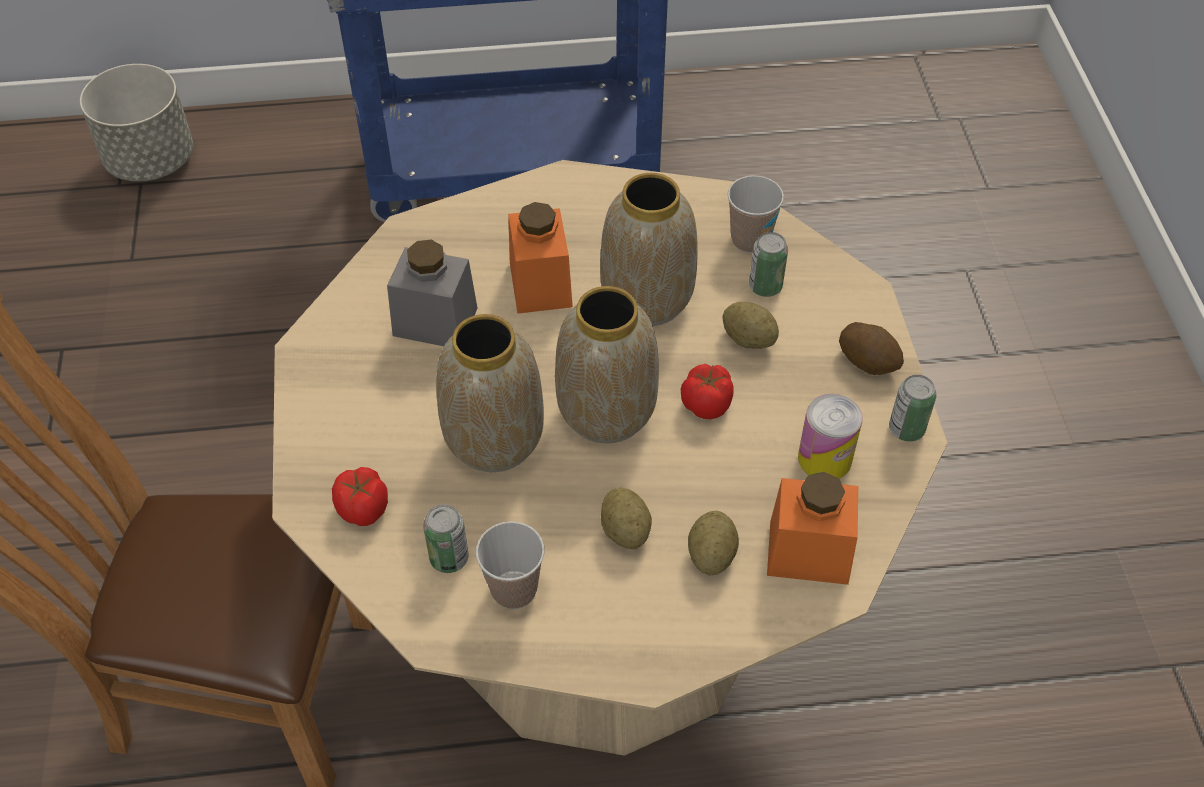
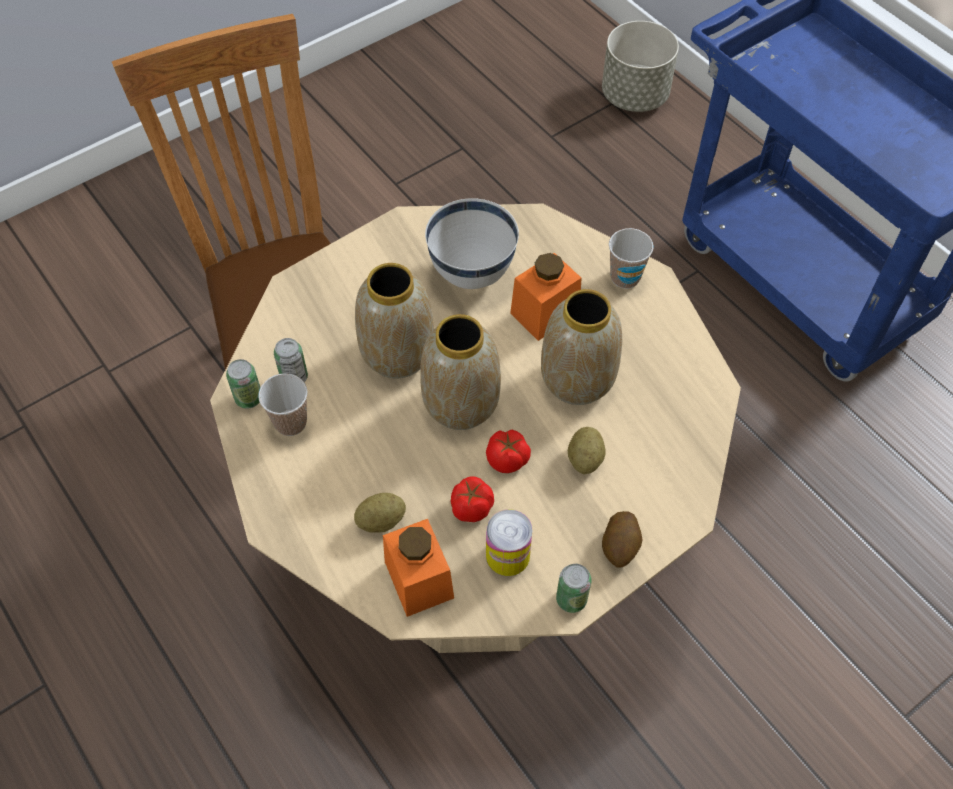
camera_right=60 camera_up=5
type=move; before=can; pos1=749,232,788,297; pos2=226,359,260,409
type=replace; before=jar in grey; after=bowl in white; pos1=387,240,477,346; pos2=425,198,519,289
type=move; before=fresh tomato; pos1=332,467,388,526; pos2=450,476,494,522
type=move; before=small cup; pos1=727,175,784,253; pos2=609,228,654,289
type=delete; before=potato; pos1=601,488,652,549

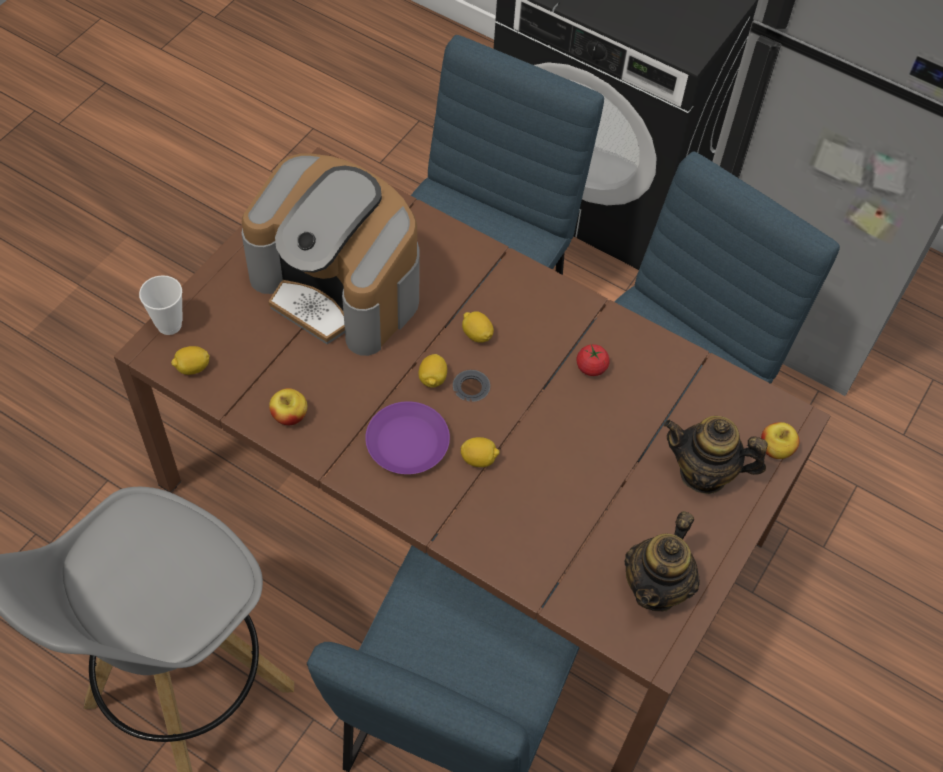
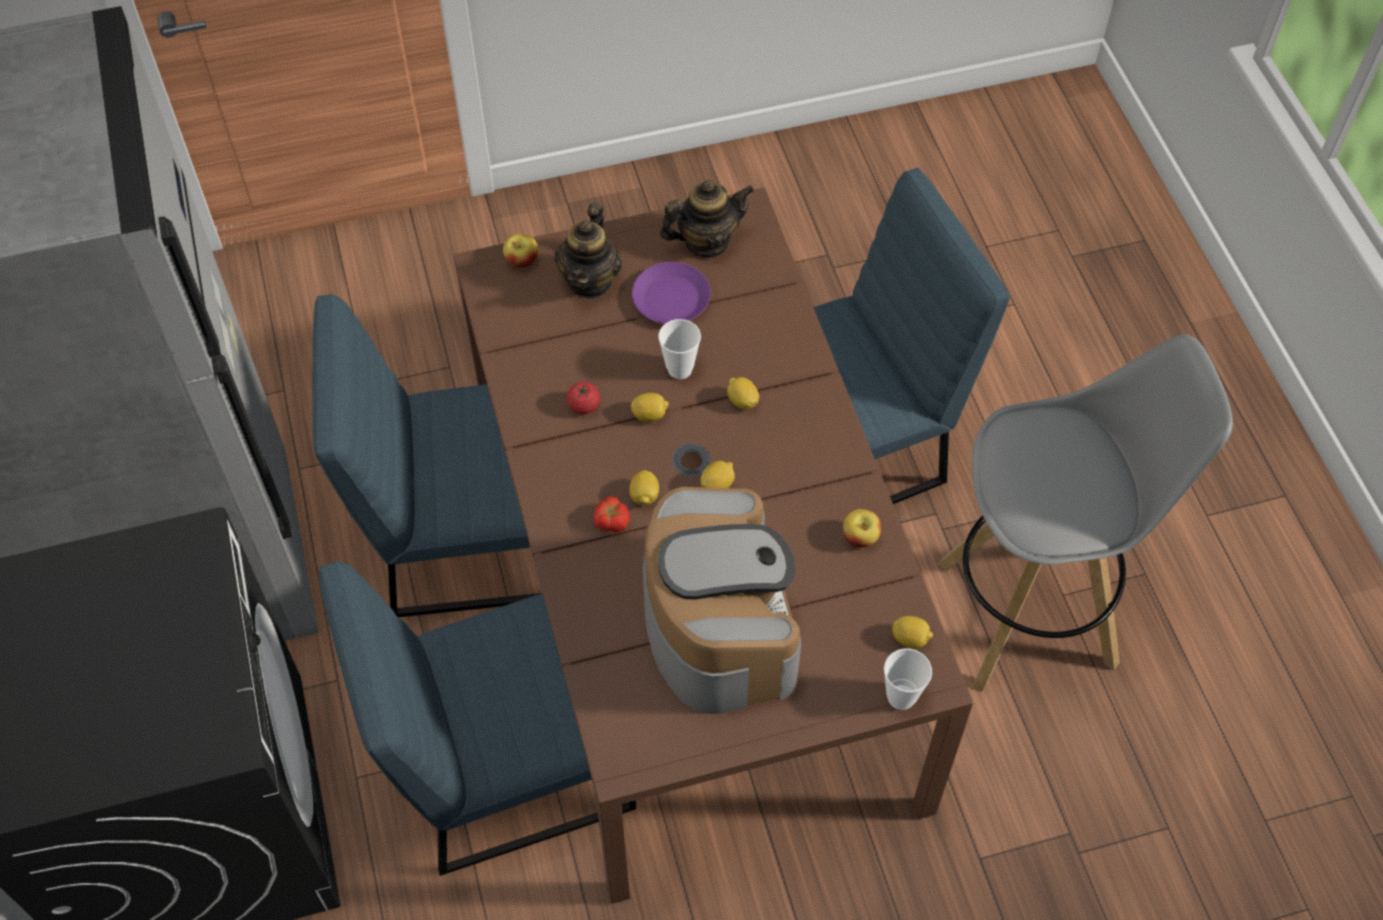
camera_right=-135 camera_up=0
type=rotate; before=pot for tea; pos1=664,416,768,494; pos2=555,203,622,299; turn=45
type=insert; after=fresh tomato; pos2=594,496,630,532
type=insert; after=whole lemon; pos2=630,393,669,422
type=move; before=flat dish in purplish; pos1=365,401,450,474; pos2=632,262,711,324
type=insert; after=small cup; pos2=658,319,701,379

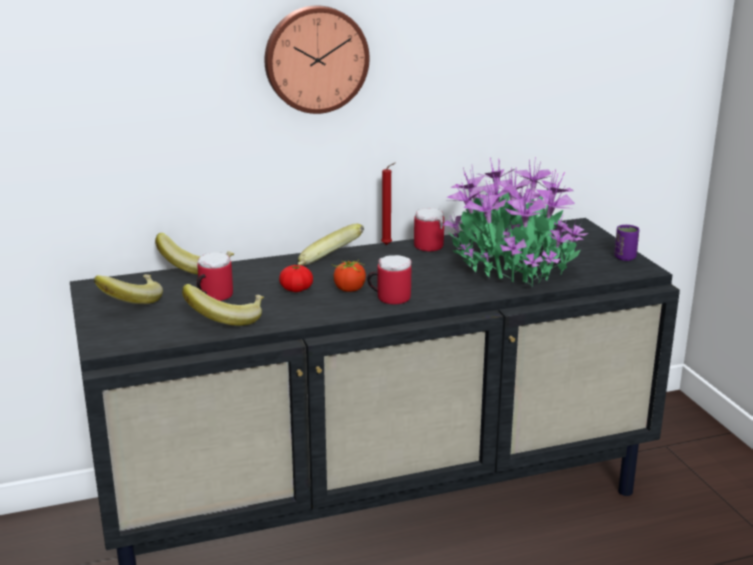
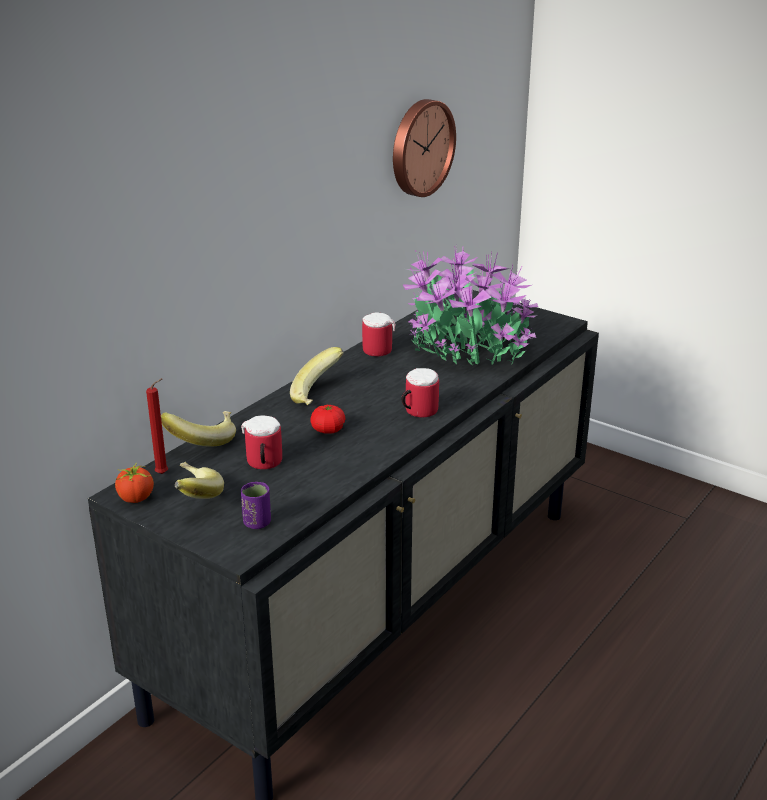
camera_right=-35 camera_up=5
type=move; before=fresh tomato; pos1=332,260,366,292; pos2=115,462,154,503
type=move; before=wax light in red-coloured; pos1=381,163,395,245; pos2=146,378,168,474
type=move; before=small cup in purplish; pos1=614,225,639,261; pos2=241,482,271,529
type=move; before=hanging clock; pos1=264,5,369,114; pos2=393,99,456,197
type=delete; before=banana; pos1=182,284,264,326

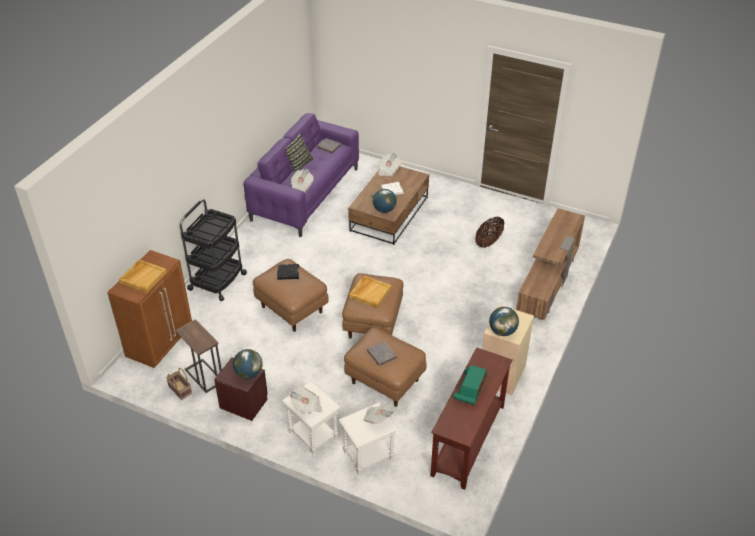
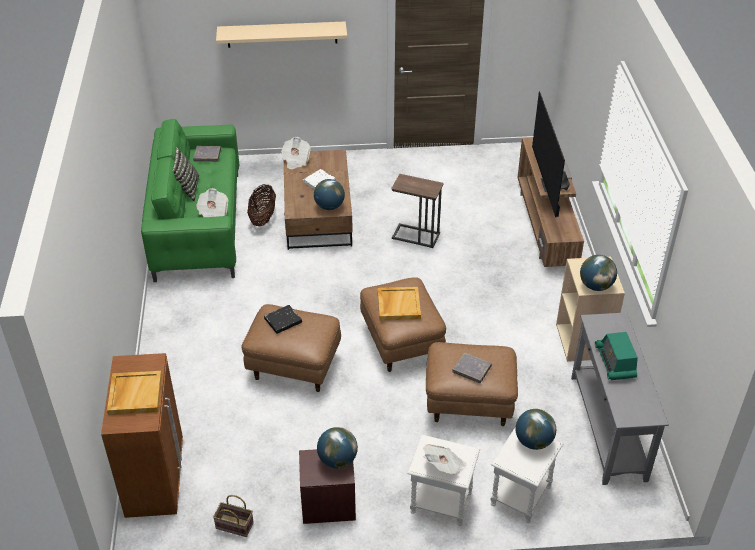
camera_right=-30 camera_up=0
type=recolor; before=sofa in purplish; after=sofa in green-coloured; pos1=244,113,359,237; pos2=141,119,239,282
type=insert; after=bracket shelf in sand-coloured; pos2=216,22,347,48
type=move; before=basket; pos1=475,217,504,248; pos2=247,184,276,226
type=move; before=side table in brownish; pos1=175,319,222,393; pos2=391,174,444,248
type=replace; before=printed paper; after=desk globe; pos1=363,403,395,424; pos2=516,409,556,450
type=insert; after=TV set; pos2=532,91,570,217
type=recolor; before=narrow table in brownish; after=narrow table in grey; pos1=430,347,513,490; pos2=571,312,669,485
type=delete; before=cart in black-coloured; pos1=180,199,247,301

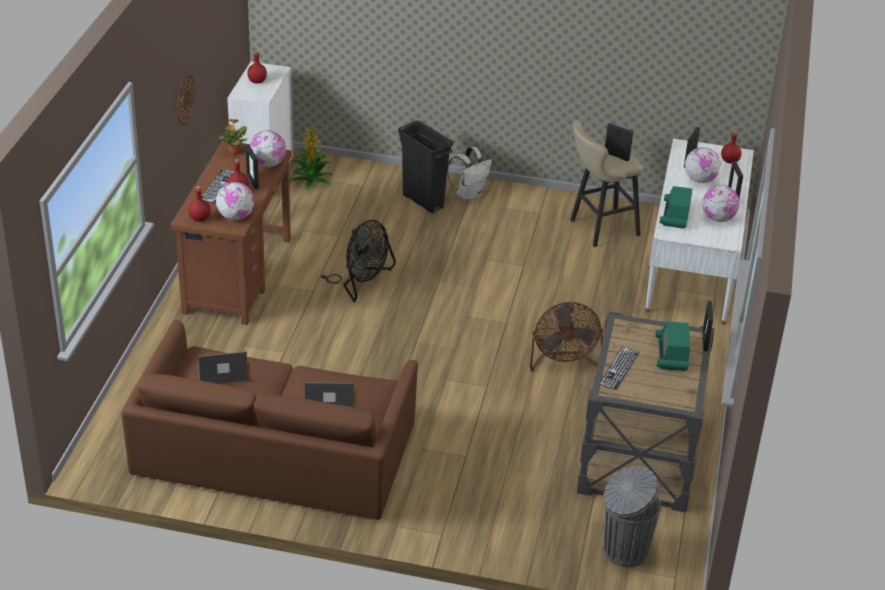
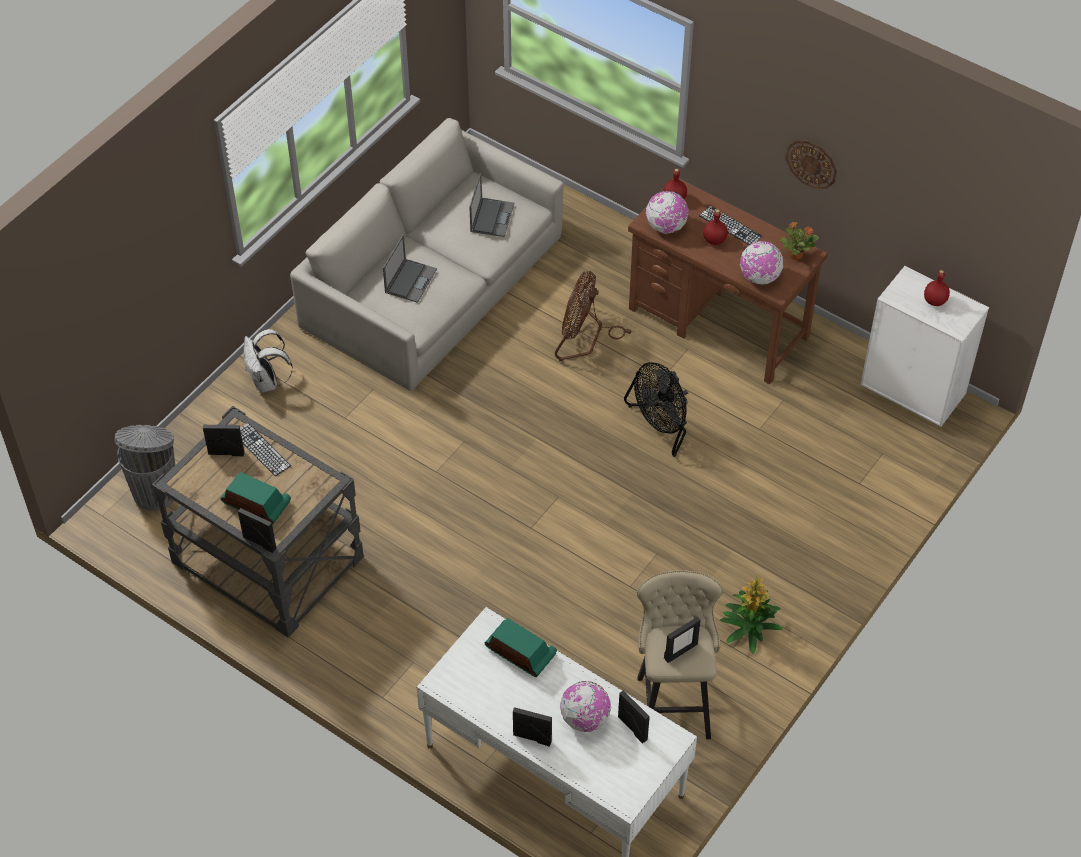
camera_right=115 camera_up=15
type=move; before=photo frame; pos1=245,145,259,189; pos2=203,425,244,456
type=move; before=rucksack in white; pos1=447,147,492,202; pos2=244,329,293,393
type=recolor; before=sofa in brownish; after=sofa in grey; pos1=121,320,418,520; pos2=290,118,564,391
type=move; before=electric fan in brownish; pos1=530,302,603,372; pos2=555,271,632,361
type=move; before=potted plant; pos1=290,124,333,191; pos2=720,575,782,654
type=delete; before=rubbish bin in black-coloured; pos1=398,121,453,213
type=delete; before=desk globe; pos1=702,185,740,222
type=delete; before=beverage bottle in red-coloured; pos1=721,131,742,163

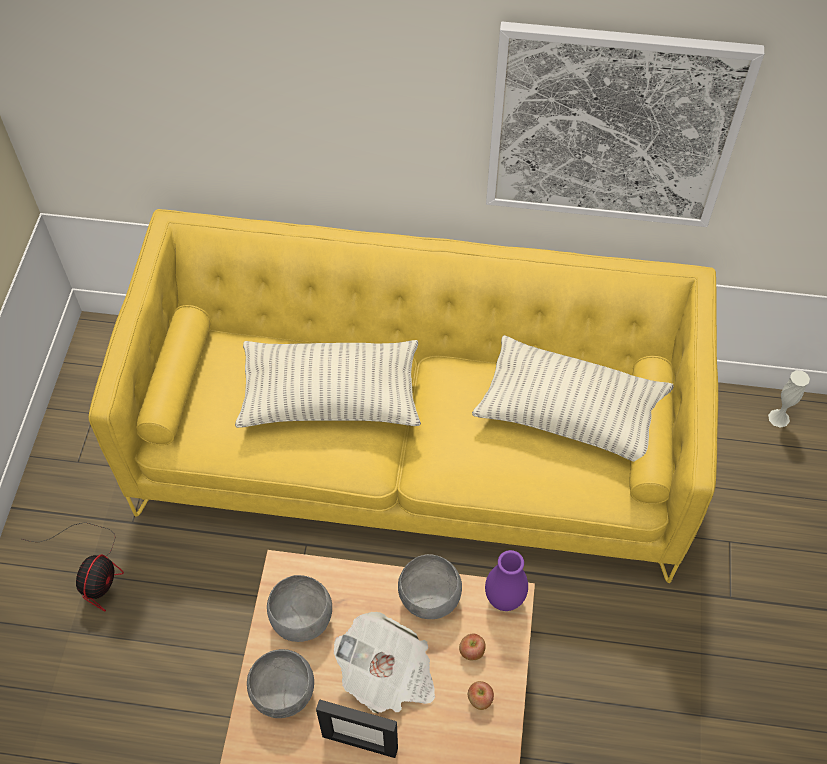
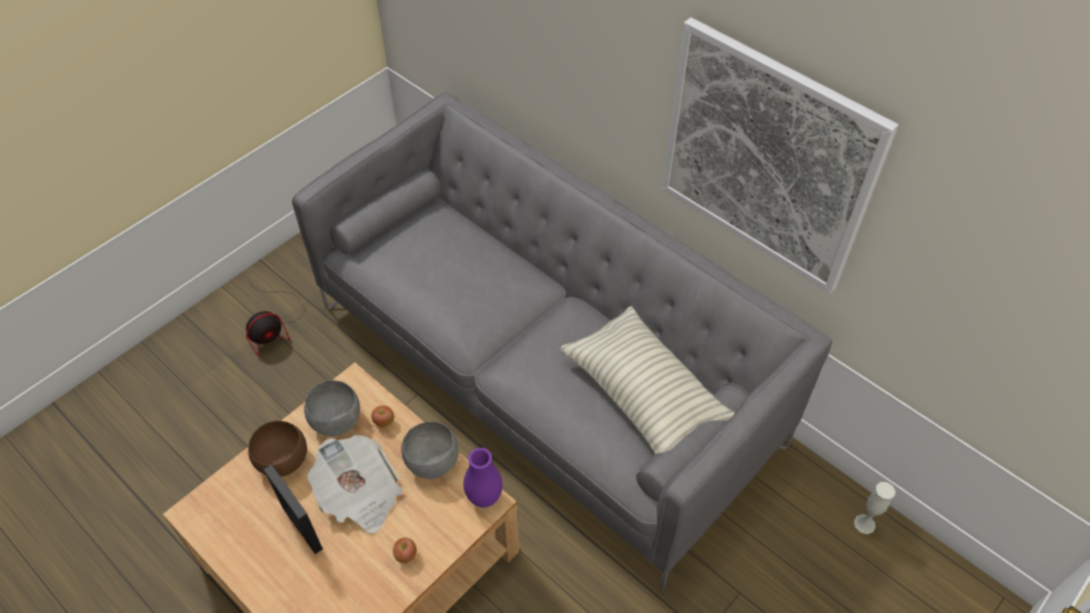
camera_right=35 camera_up=-5
type=recolor; before=bowl in grey; after=bowl in brownish; pos1=247,649,314,718; pos2=248,421,307,477
type=recolor; before=sofa in yellowish; after=sofa in grey; pos1=89,209,718,583; pos2=292,92,832,591
type=move; before=apple; pos1=459,634,486,660; pos2=371,406,394,428
type=delete; before=pillow; pos1=235,340,421,428

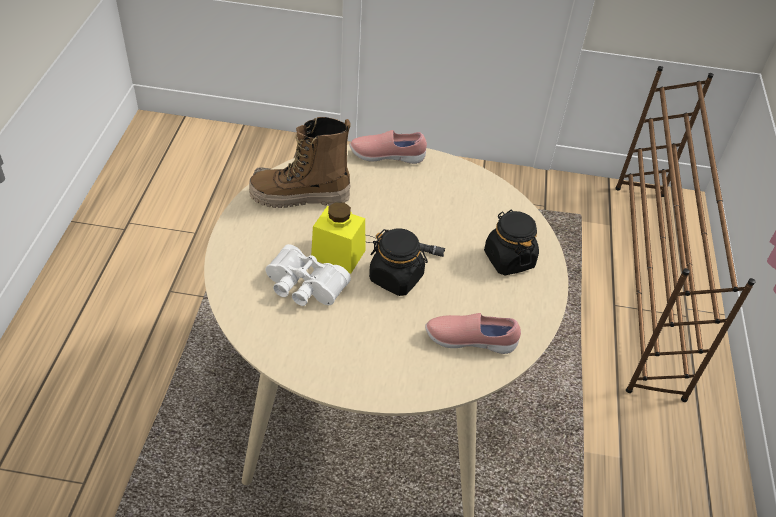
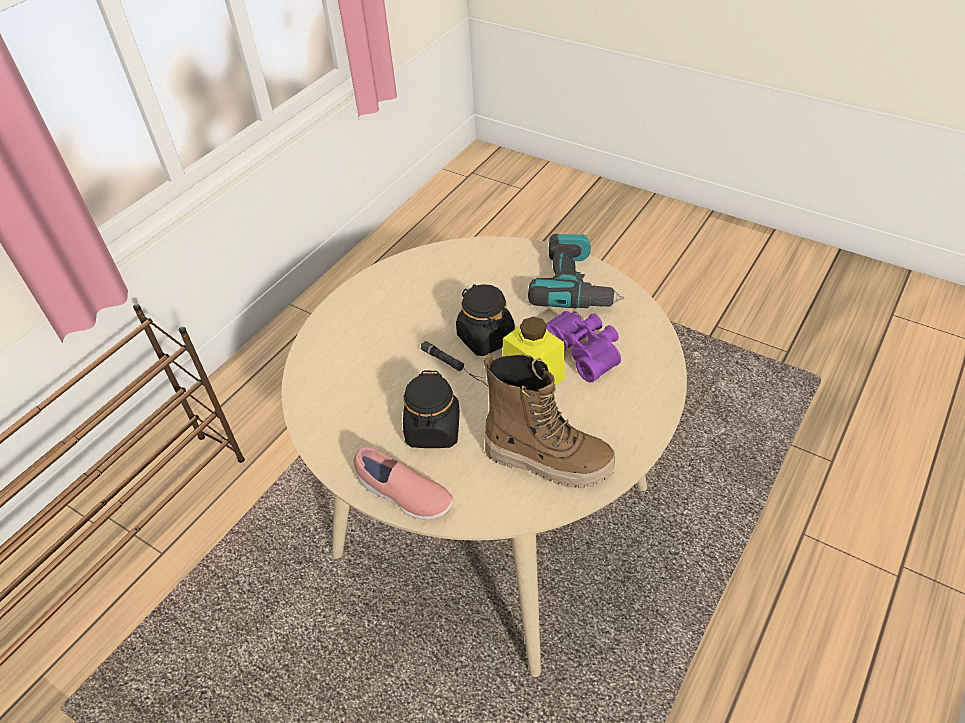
camera_right=-150 camera_up=0
type=move; before=jar in black-coloured; pos1=484,210,539,275; pos2=403,370,460,448
type=insert; after=power drill; pos2=528,233,624,308
type=recolor; before=pair of binoculars in white; after=pair of binoculars in purplish; pos1=266,244,351,306; pos2=546,311,621,382
type=delete; before=shoe in pink-coloured; pos1=425,313,521,354

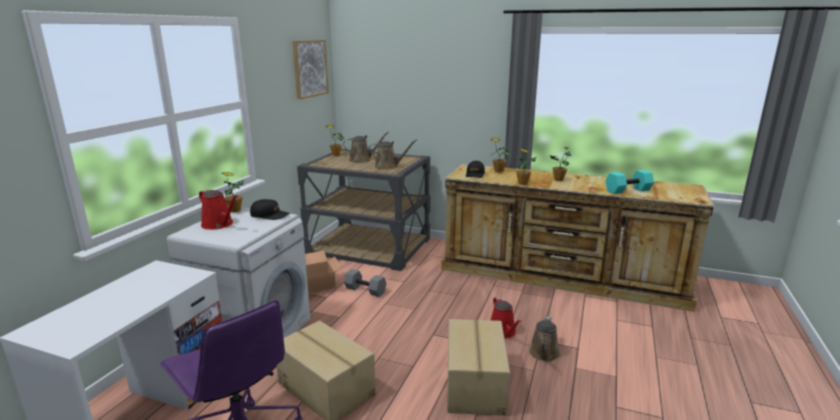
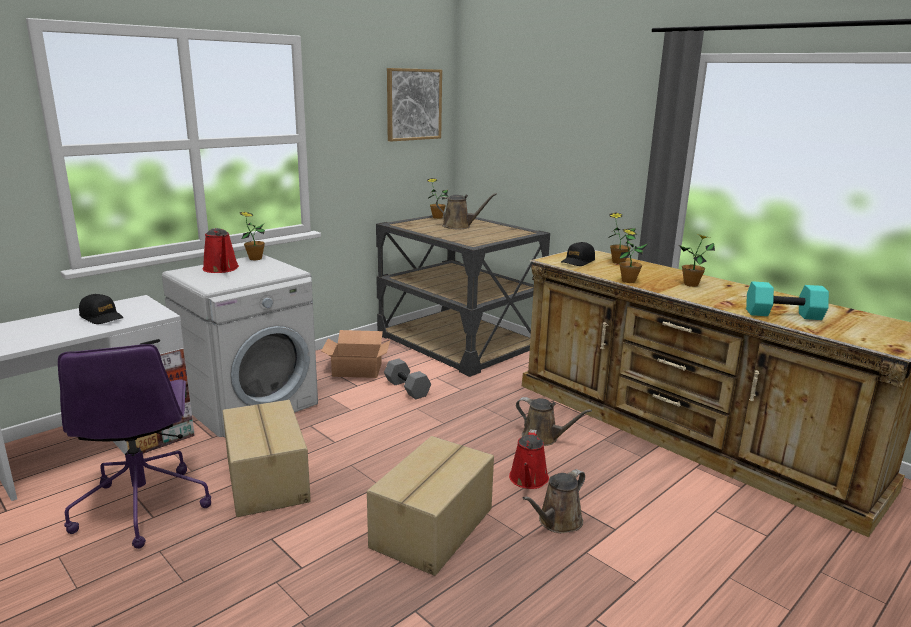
camera_right=25 camera_up=0
type=move; before=baseball cap in black-coloured; pos1=250,199,289,220; pos2=79,294,123,324
type=move; before=sprinkling can in brownish; pos1=369,139,417,170; pos2=516,397,592,446

